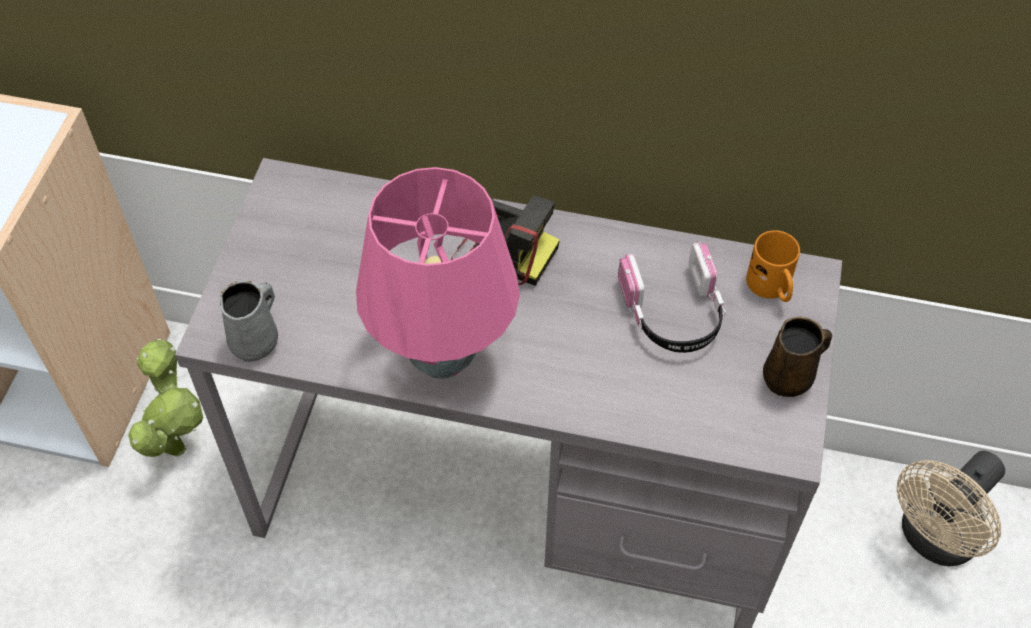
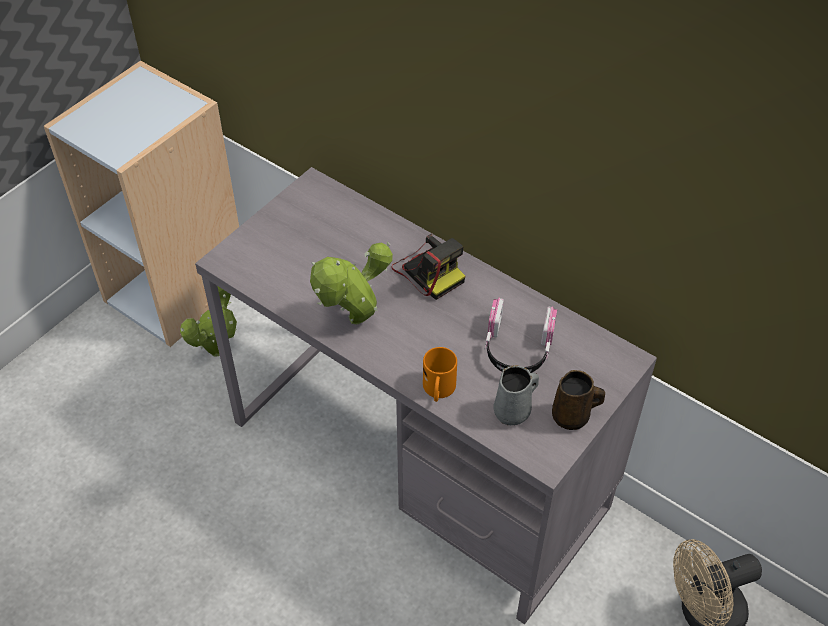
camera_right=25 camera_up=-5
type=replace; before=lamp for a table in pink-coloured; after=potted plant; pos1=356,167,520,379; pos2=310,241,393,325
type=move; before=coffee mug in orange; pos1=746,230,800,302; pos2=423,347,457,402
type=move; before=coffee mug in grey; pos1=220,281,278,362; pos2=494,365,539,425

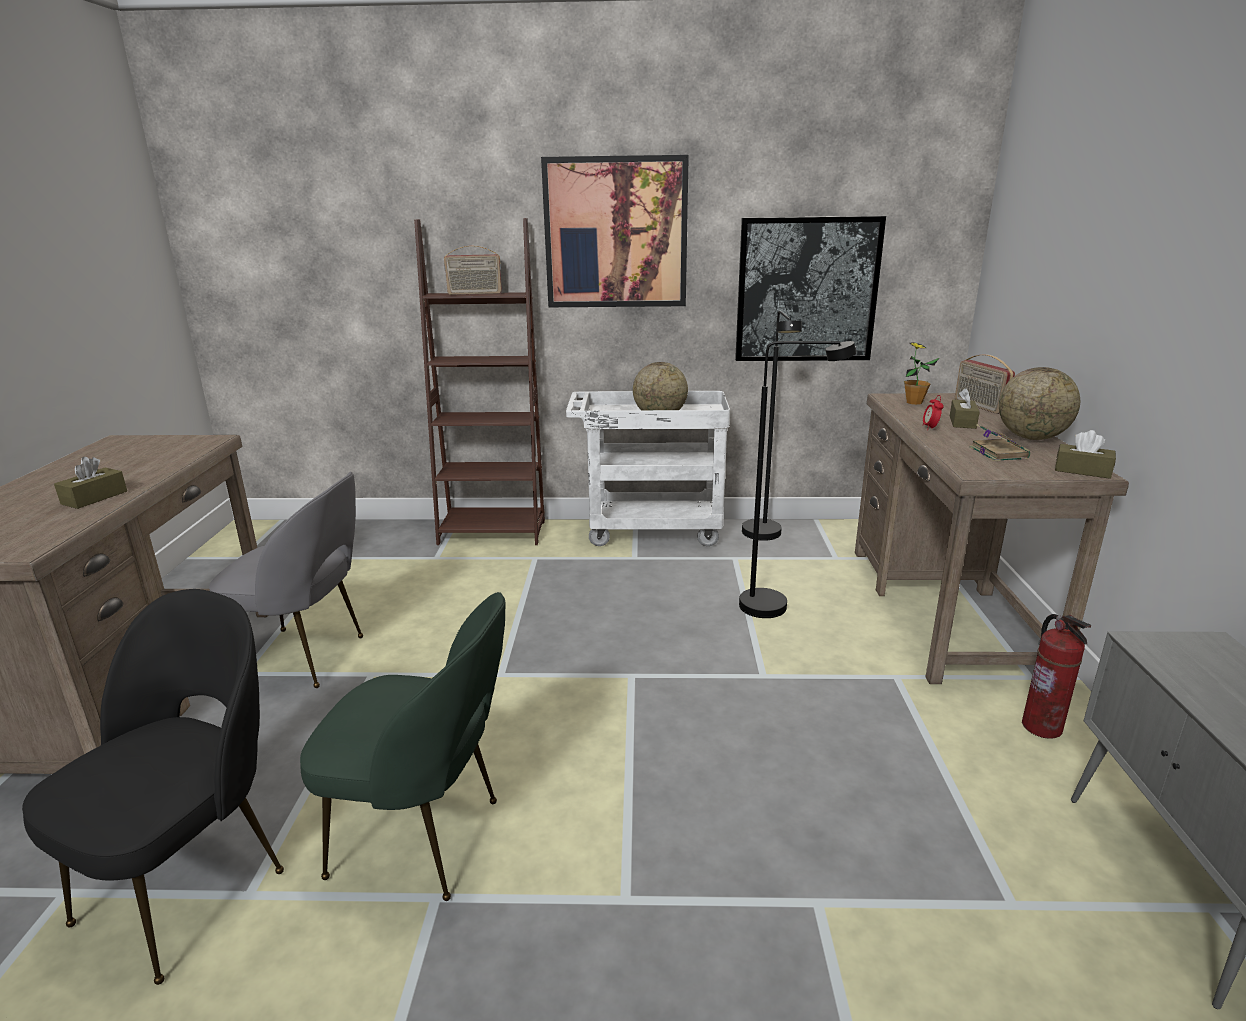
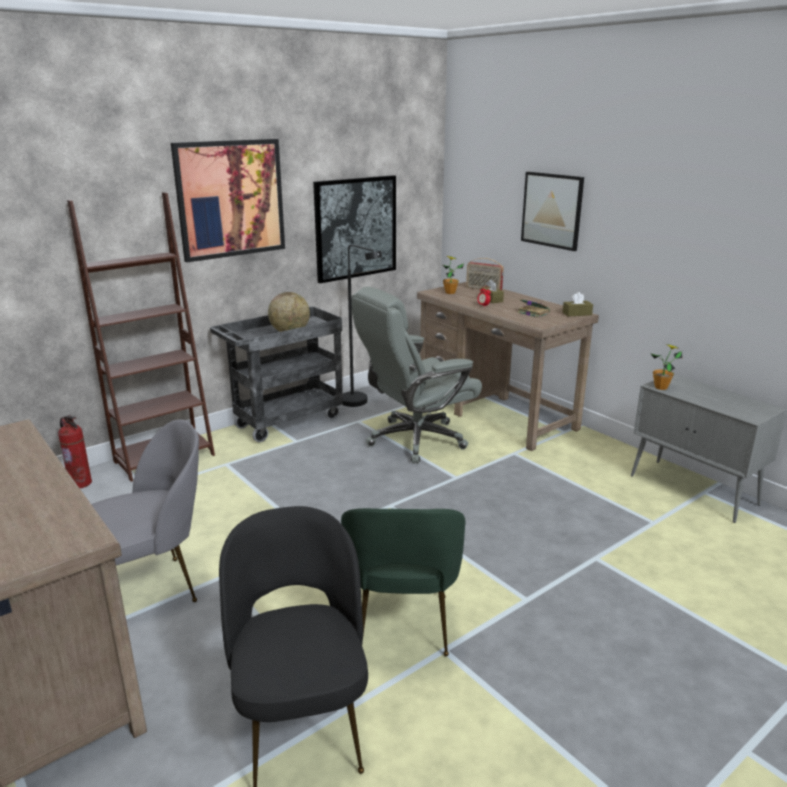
camera_right=-40 camera_up=0
type=move; before=extinguisher; pos1=1022,614,1091,739; pos2=58,415,92,489
type=recolor; before=cart in white; after=cart in black-coloured; pos1=566,391,730,546; pos2=210,307,343,442
type=rotate; before=chair in green-coloured; pos1=300,592,506,901; pos2=341,508,465,656; turn=120
type=replace; before=floor lamp in black-coloured; after=office chair in grey; pos1=739,341,857,618; pos2=351,287,482,464
type=insert; after=wall art; pos2=521,172,584,251
type=insert; after=potted plant; pos2=650,344,682,390
type=delete; before=box of tissues in brownish; pos1=54,457,127,509
type=delete; before=radio receiver; pos1=444,246,502,295
type=delete; before=desk globe; pos1=999,367,1080,440

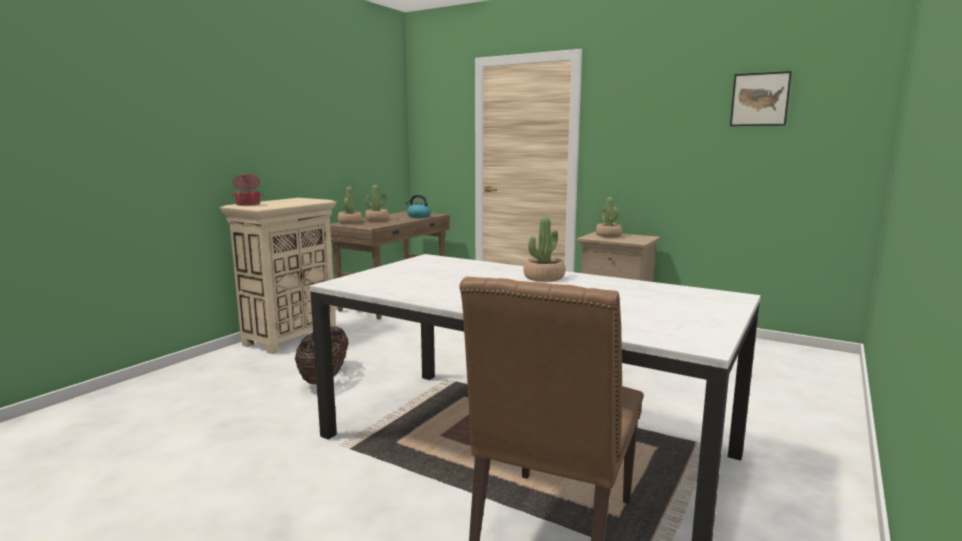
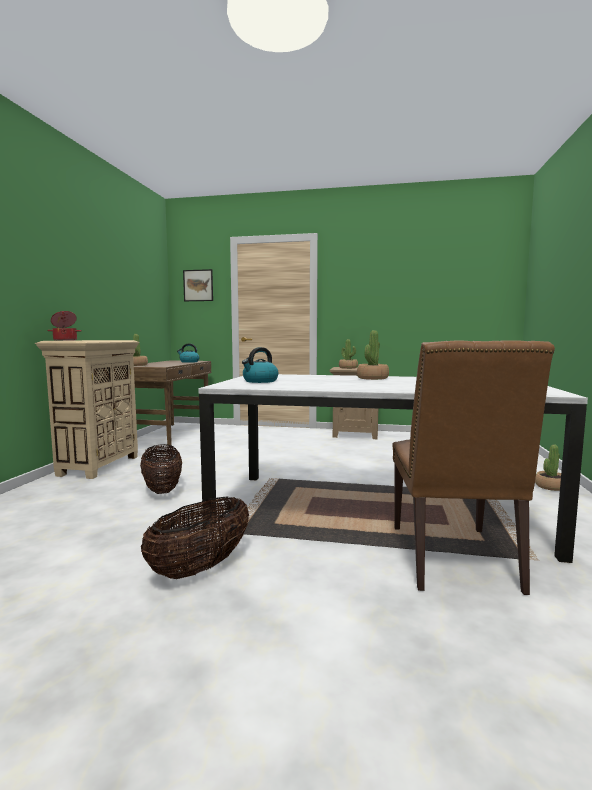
camera_right=-20 camera_up=-5
type=insert; after=basket; pos2=141,497,249,579
type=move; before=wall art; pos1=730,71,792,126; pos2=183,269,213,301
type=insert; after=tea kettle; pos2=242,347,279,383
type=move; before=potted plant; pos1=365,185,389,221; pos2=535,444,561,491

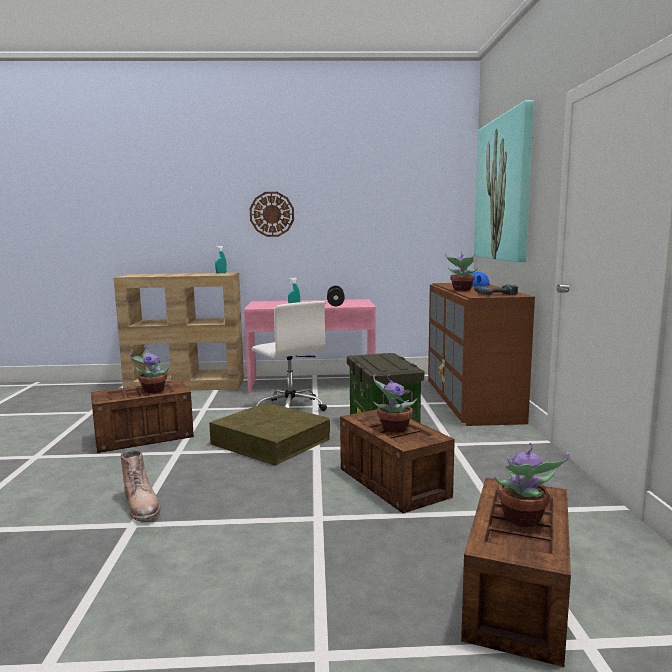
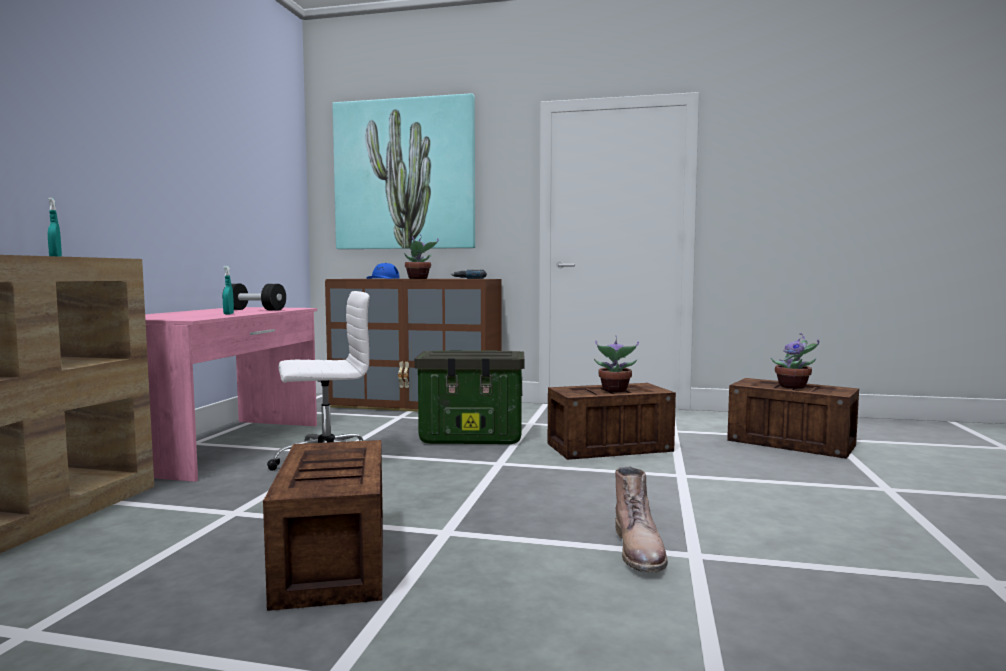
camera_right=-75 camera_up=-5
type=rotate; before=boot in brownish; pos1=121,450,161,521; pos2=615,467,668,573; turn=105
type=delete; before=potted plant; pos1=130,347,169,393
type=delete; before=storage bin in brownish; pos1=209,403,330,466
type=delete; before=hanging clock; pos1=250,192,294,237

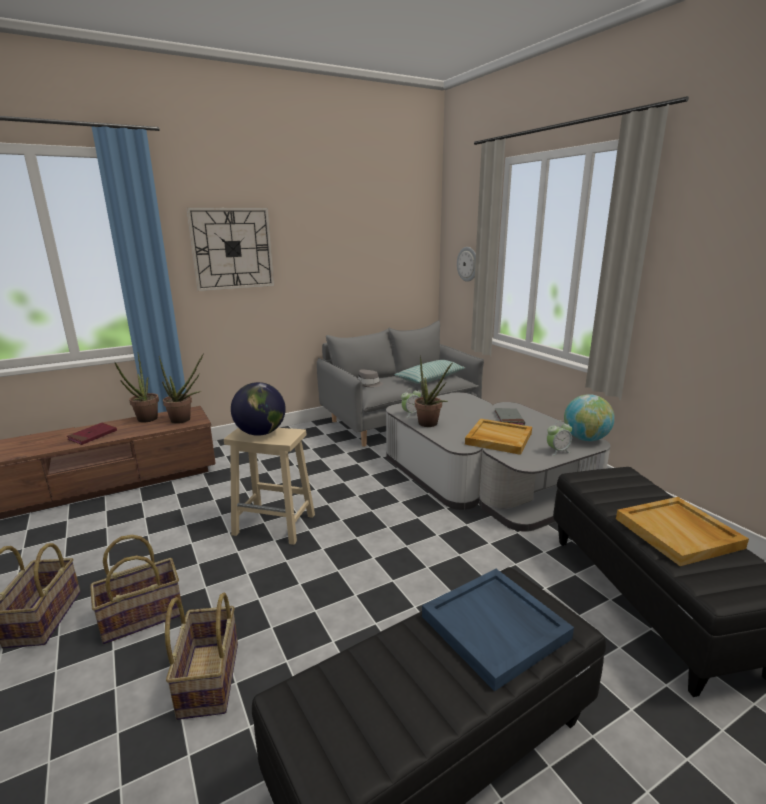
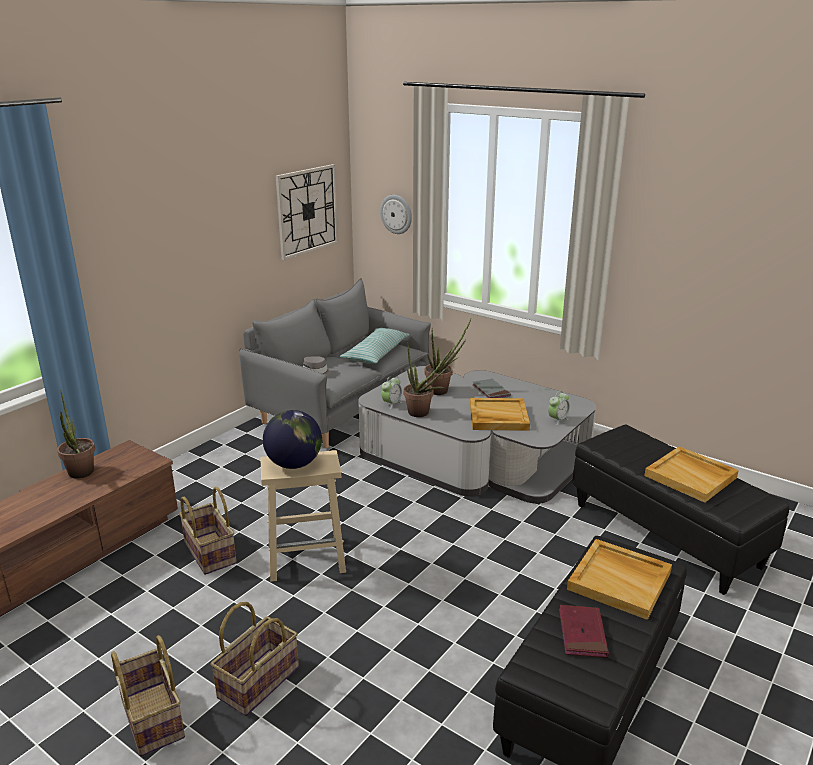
camera_right=-25 camera_up=5
type=move; before=basket; pos1=165,593,238,720; pos2=179,487,237,575
type=move; before=hanging clock; pos1=186,207,275,291; pos2=276,164,338,260
type=move; before=potted plant; pos1=159,353,204,424; pos2=424,319,471,395
type=move; before=volume in red-coloured; pos1=66,423,117,445; pos2=559,605,609,658
type=recolor; before=carrying tray in blue-coloured; after=carrying tray in sand-coloured; pos1=422,569,574,691; pos2=567,539,672,620
type=delete; before=desk globe; pos1=564,394,615,441

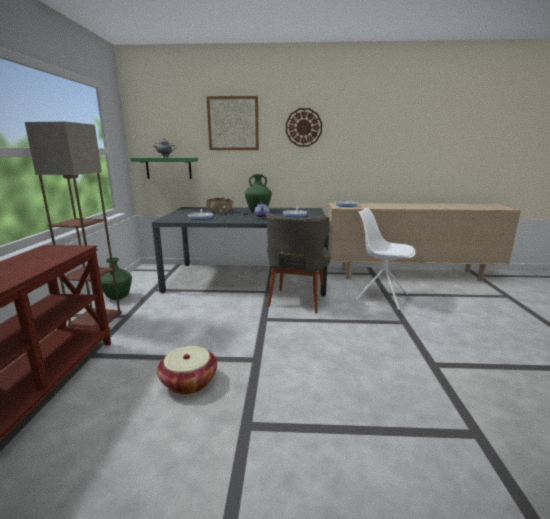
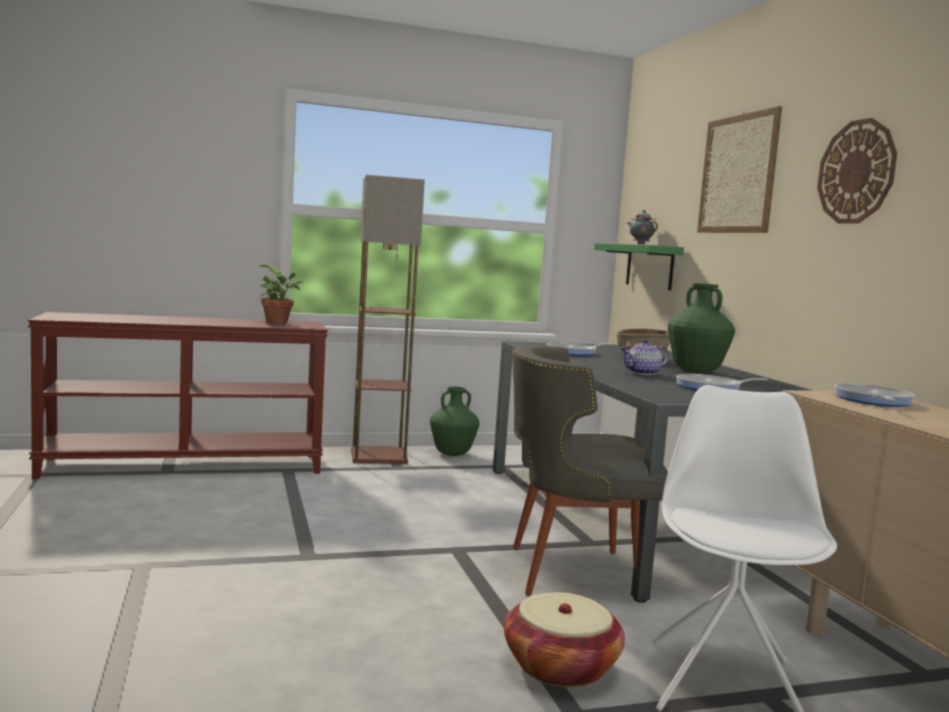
camera_right=70 camera_up=-10
type=insert; after=potted plant; pos2=259,265,303,324
type=move; before=basket; pos1=157,346,217,394; pos2=504,592,625,687

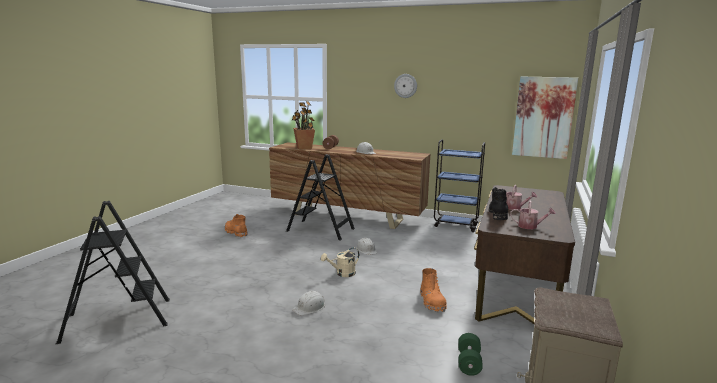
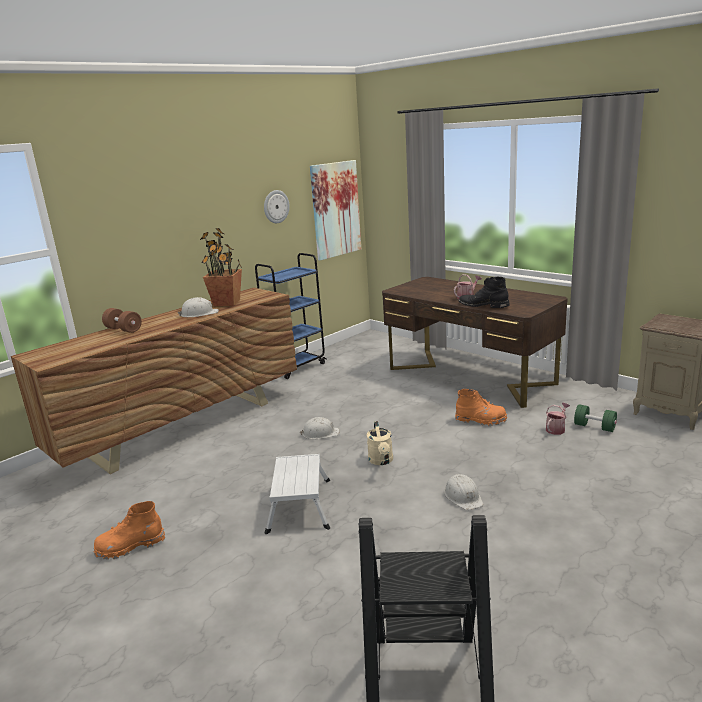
camera_right=-65 camera_up=5
type=move; before=potted plant; pos1=292,101,315,150; pos2=200,228,242,307
type=move; before=hanging clock; pos1=394,74,417,98; pos2=264,190,290,223
type=insert; after=step ladder in white; pos2=265,454,331,535
type=move; before=sprinkling can; pos1=510,200,556,229; pos2=546,403,570,435
type=delete; before=step ladder in black-coloured; pos1=286,154,355,241

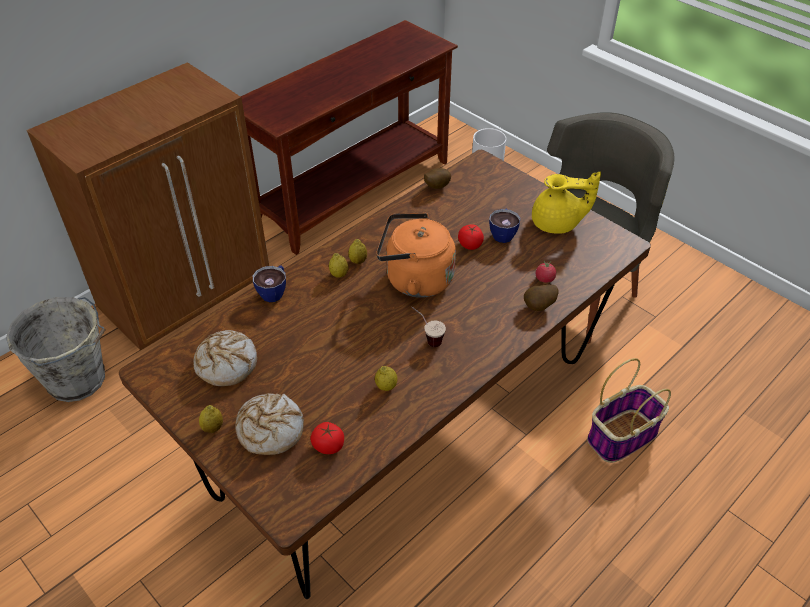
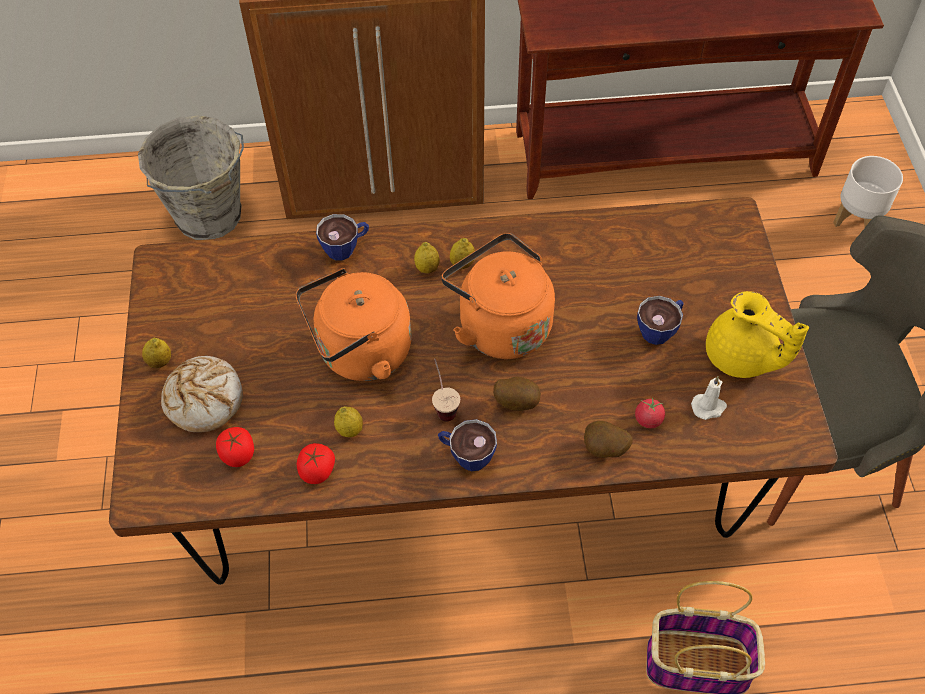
camera_right=40 camera_up=10
type=insert; after=tea kettle in orange; pos2=296,268,412,381
type=move; before=fresh tomato; pos1=458,224,484,250; pos2=297,443,335,484
type=insert; after=small cup; pos2=438,419,497,471
type=move; before=potato; pos1=424,168,451,189; pos2=493,377,541,411
type=insert; after=wax light in white; pos2=691,376,727,420
type=delete; before=bread; pos1=193,330,257,386

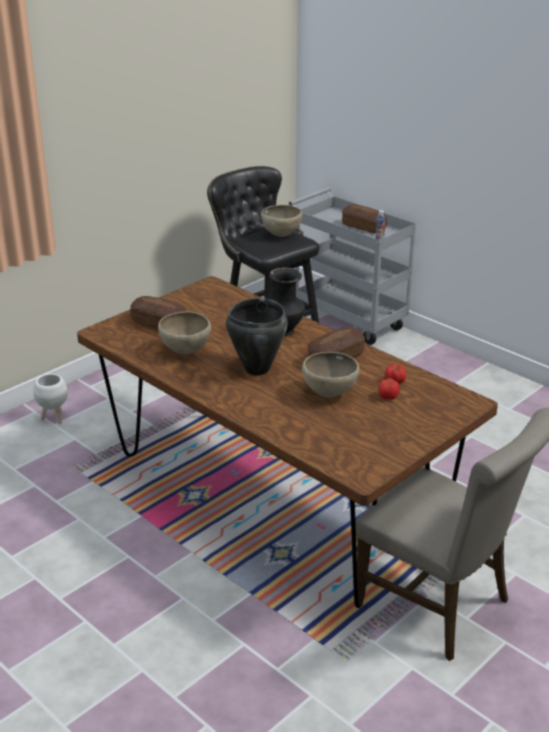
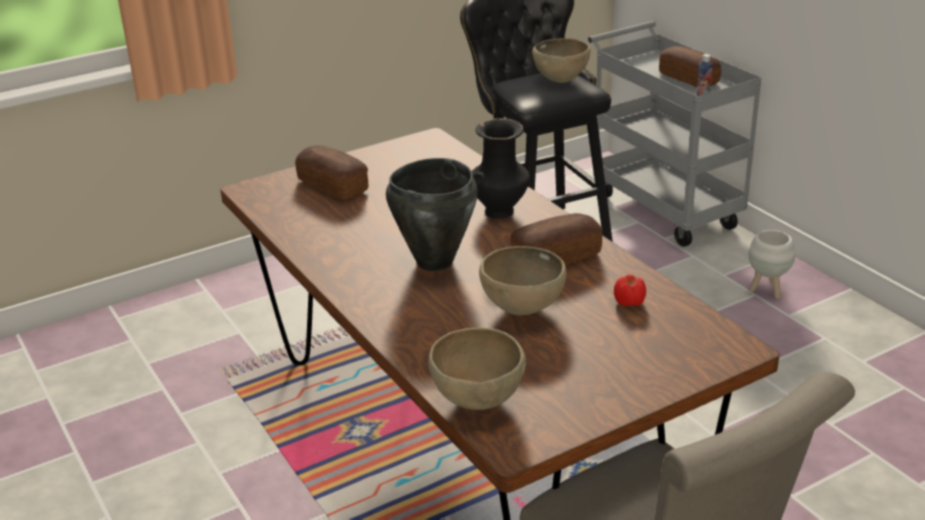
camera_right=15 camera_up=0
type=move; before=bowl in brownish; pos1=158,312,211,354; pos2=429,328,526,410
type=move; before=flower pot in white; pos1=33,374,68,424; pos2=749,230,795,299
type=delete; before=fresh tomato; pos1=378,378,400,400

